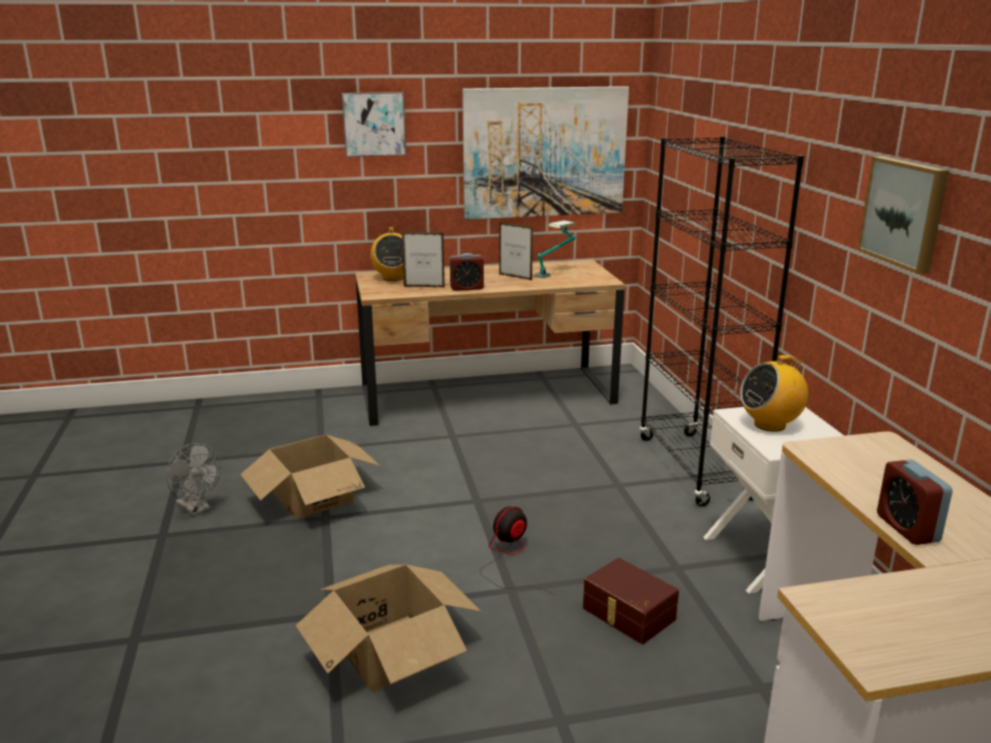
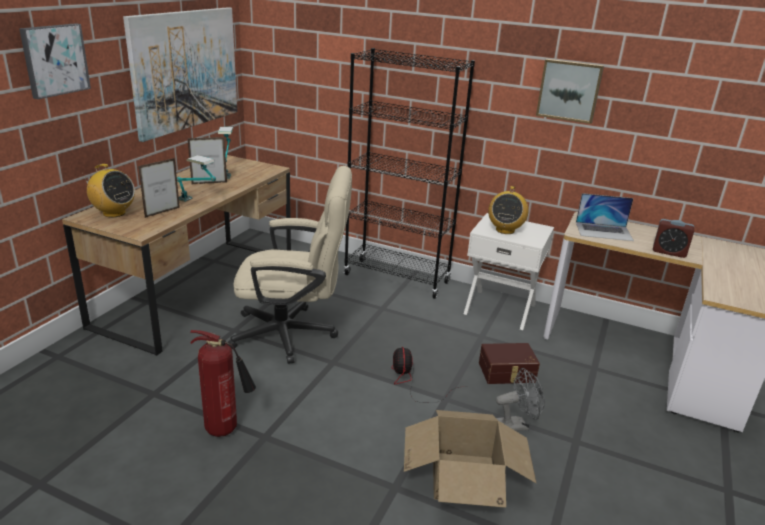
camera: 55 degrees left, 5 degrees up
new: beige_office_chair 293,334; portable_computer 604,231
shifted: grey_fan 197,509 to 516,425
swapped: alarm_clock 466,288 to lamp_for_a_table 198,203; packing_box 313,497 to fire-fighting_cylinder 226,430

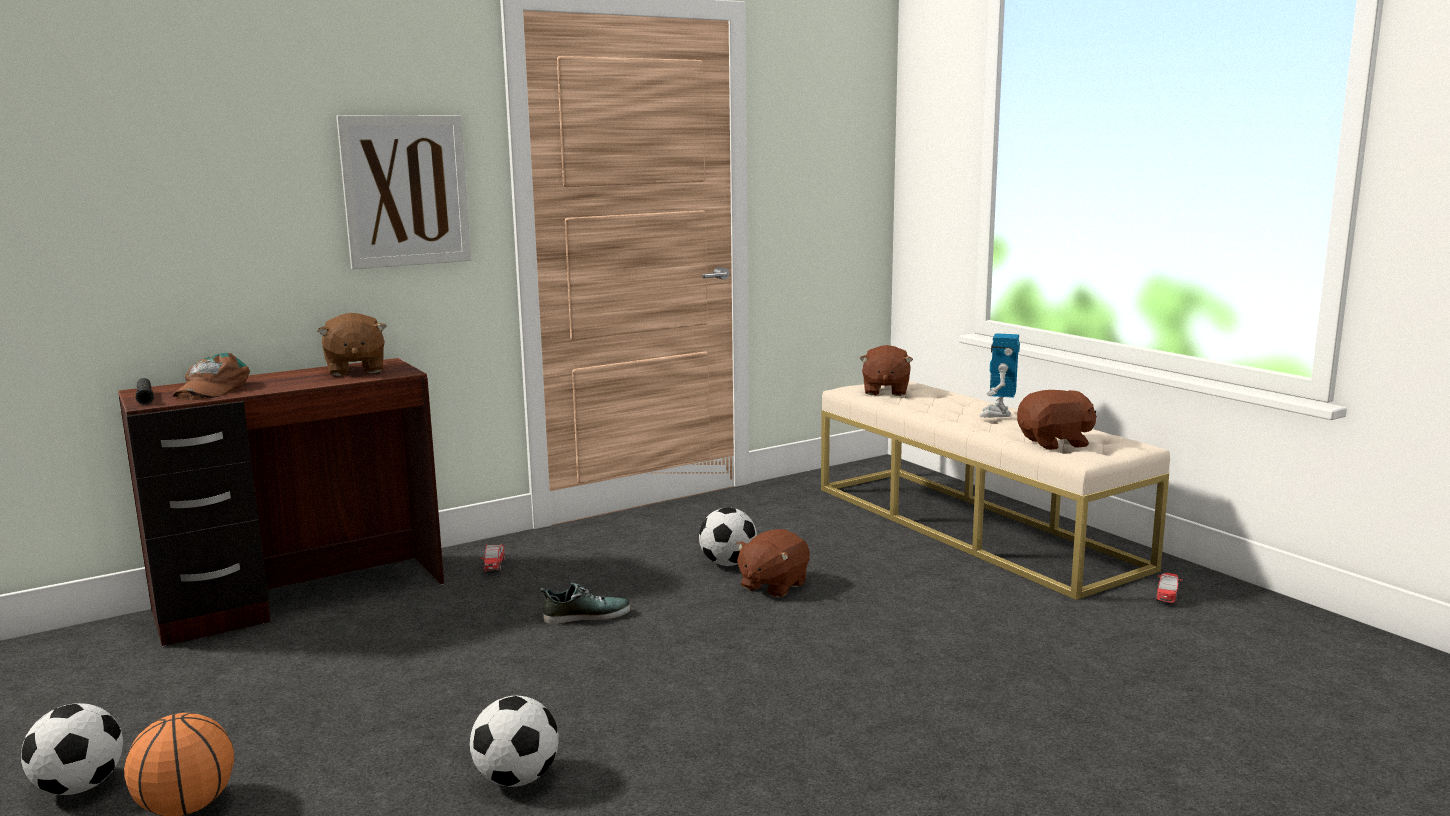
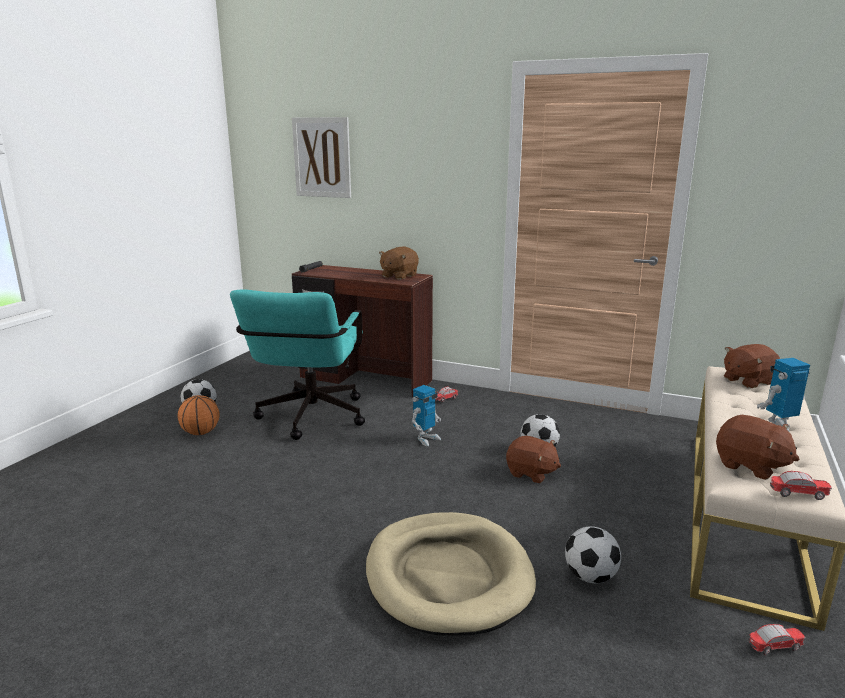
camera: 55 degrees right, 5 degrees up
gone: brownish_baseball_cap 211,389
new: blue-green_office_chair 309,420; toy_car 797,494; beige_dog_cushion 448,576
shifted: wall_art 405,191 to 322,157; ball_for_football 517,779 to 590,576
swapped: shoe 586,615 to model_robot 426,439
rotated: brownish_plush_toy 772,585 = 531,473 150 degrees counterclockwise

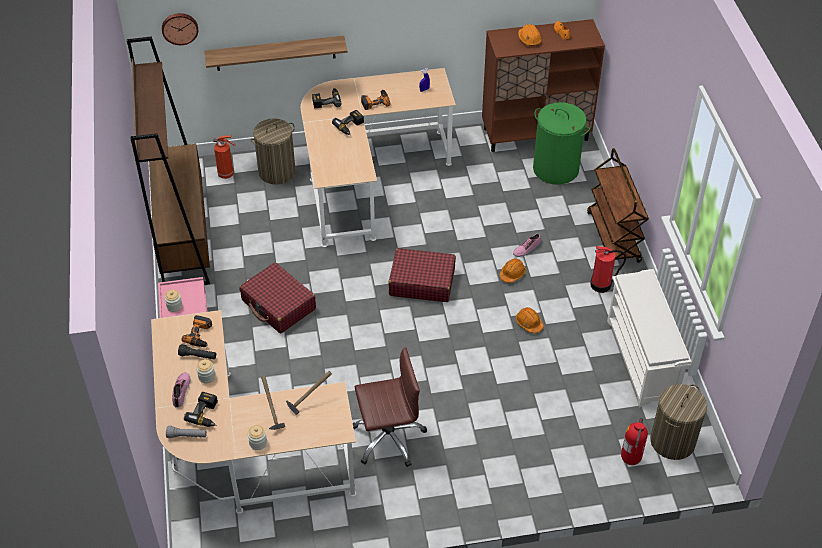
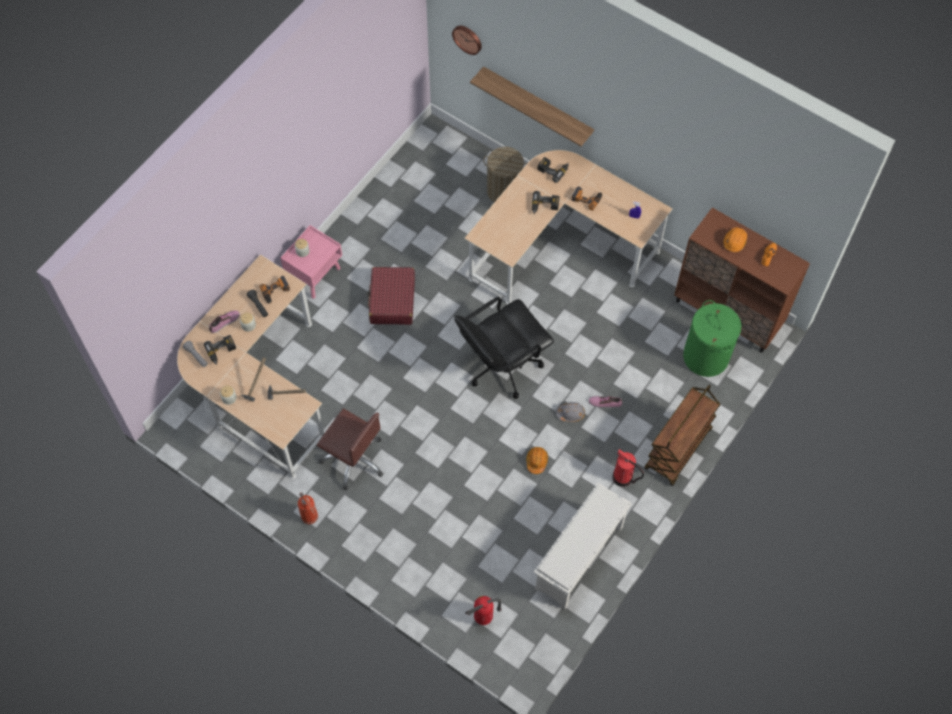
camera: 45 degrees right, 15 degrees up
gone: brownish_shelving_unit 183,235; hamper 672,441
shifted: fire-fighting_cylinder 227,174 to 310,518
swapped: red-coloured_piece_of_luggage 421,282 to blackish_office_chair 502,365
repainted: orangey_hard_hat 512,274 to grey_hard_hat 570,413

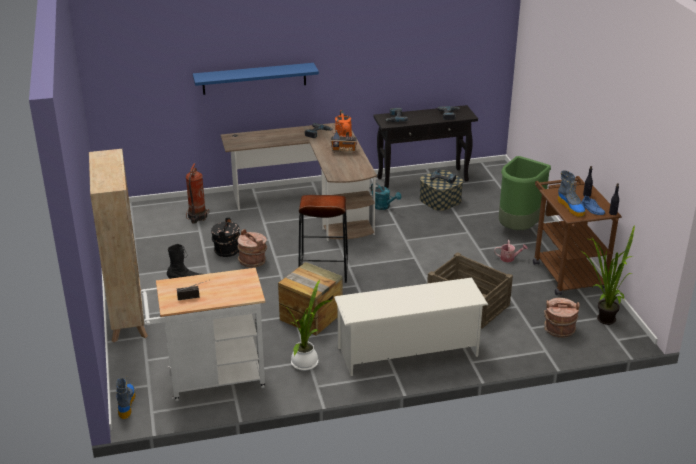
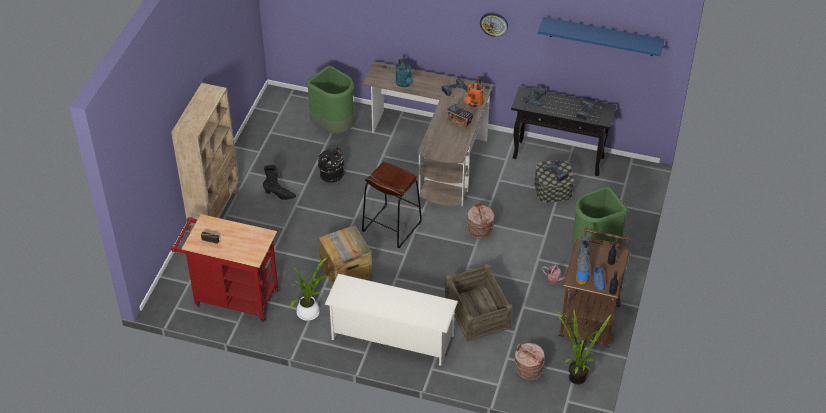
camera: 30 degrees right, 15 degrees up
gone: high-top_boot 126,403
new: hanging_clock 494,24
shifted: bluish_shelf 254,78 to 602,36; blue-green_sprinkling_can 384,207 to 404,84; brownish_pail 253,261 to 479,230
swapped: fire-fighting_cylinder 197,217 to green-coloured_rubbish_bin 334,127
repainted: whitish_cart 210,380 to red-coloured_cart 232,297

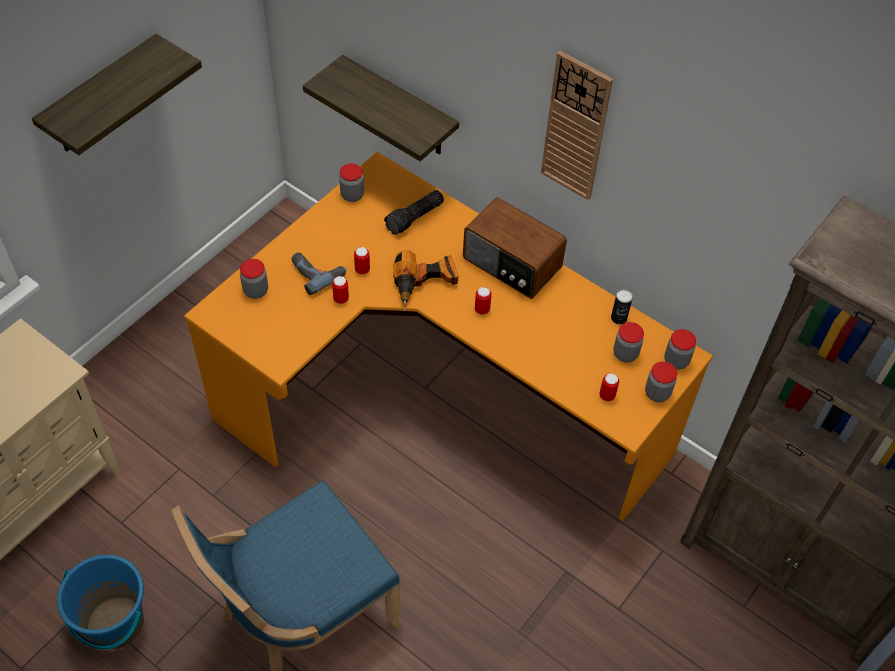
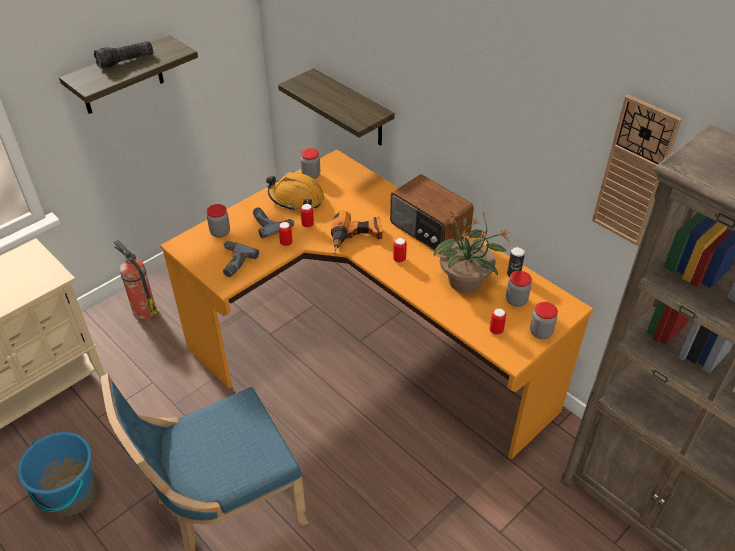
camera: 10 degrees right, 10 degrees down
gone: preserve_jar 676,361
new: orangey_hard_hat 296,198; houseplant 465,282; fire-fighting_cylinder 143,310; drill 232,262
shifted: hanging_clock 576,127 to 634,173; torch 415,218 to 125,61

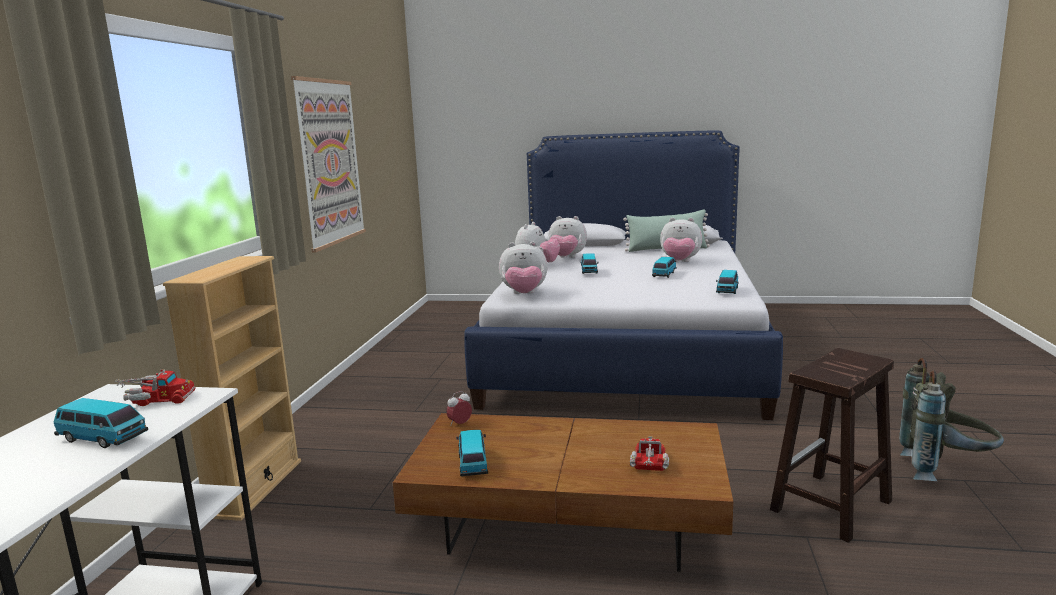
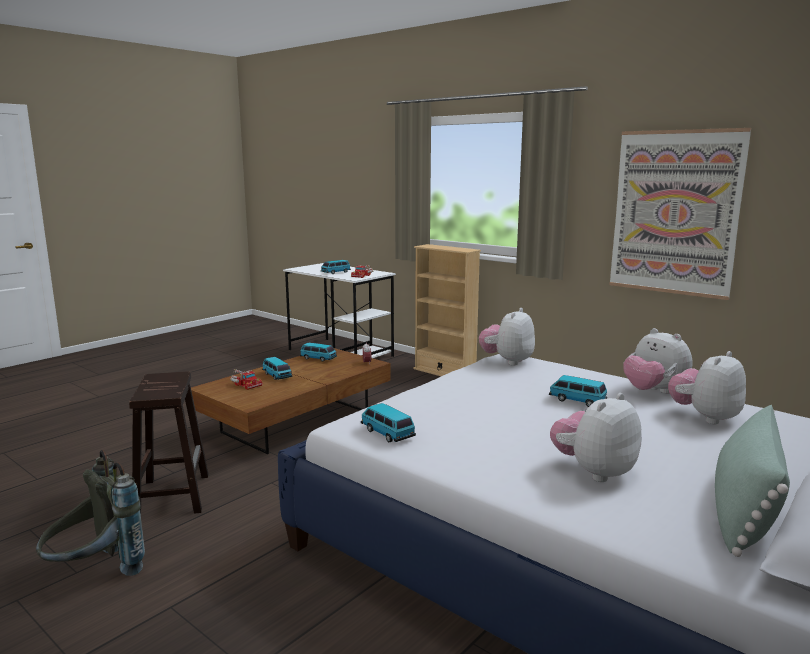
camera: 120 degrees right, 0 degrees up
shifted: toy_car 664,274 to 277,376

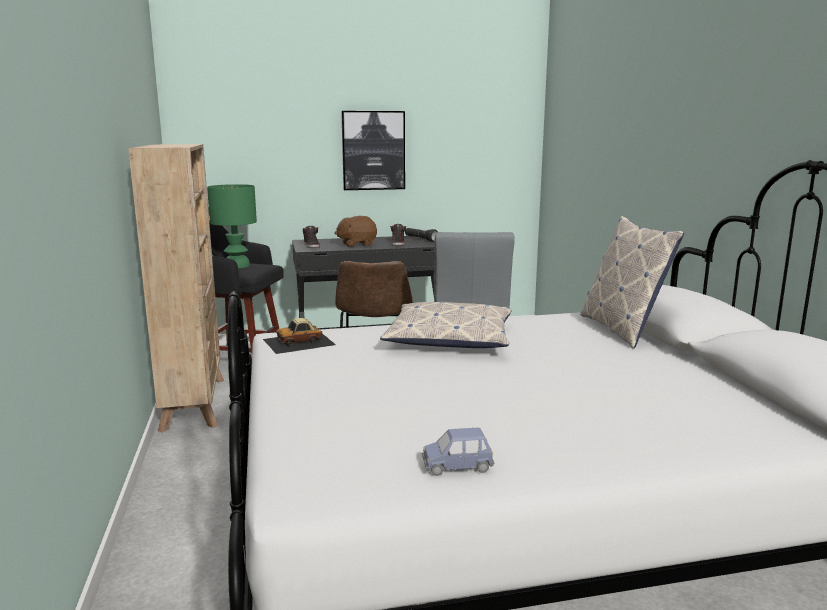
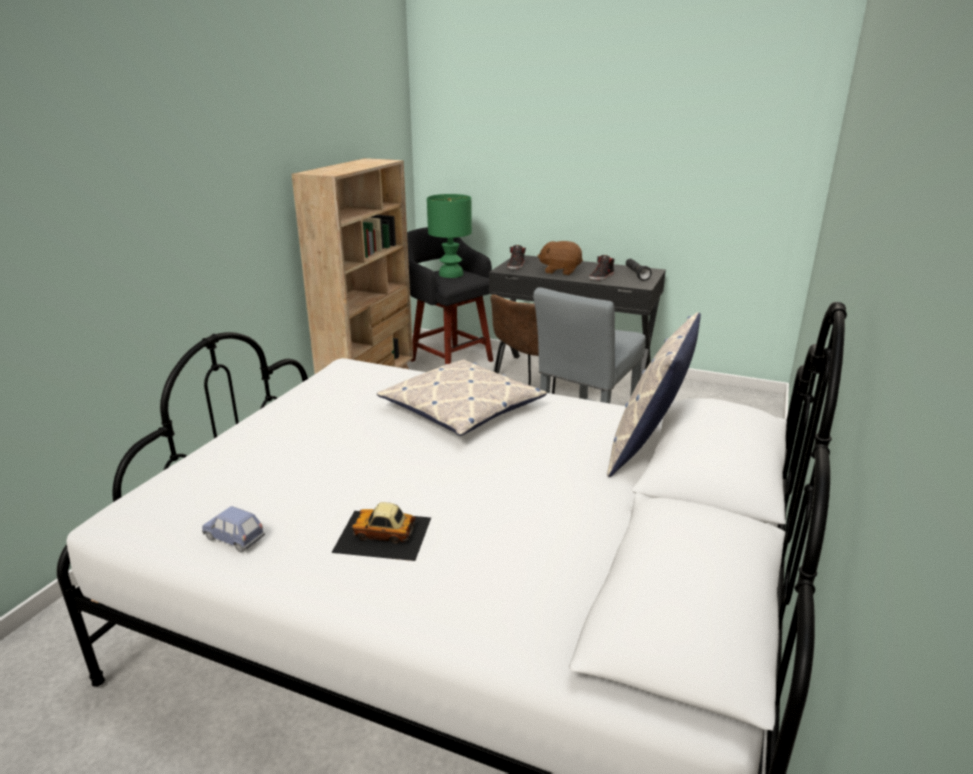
camera: 35 degrees right, 10 degrees up
gone: wall_art 373,150
shifted: toy_car 299,342 to 383,534

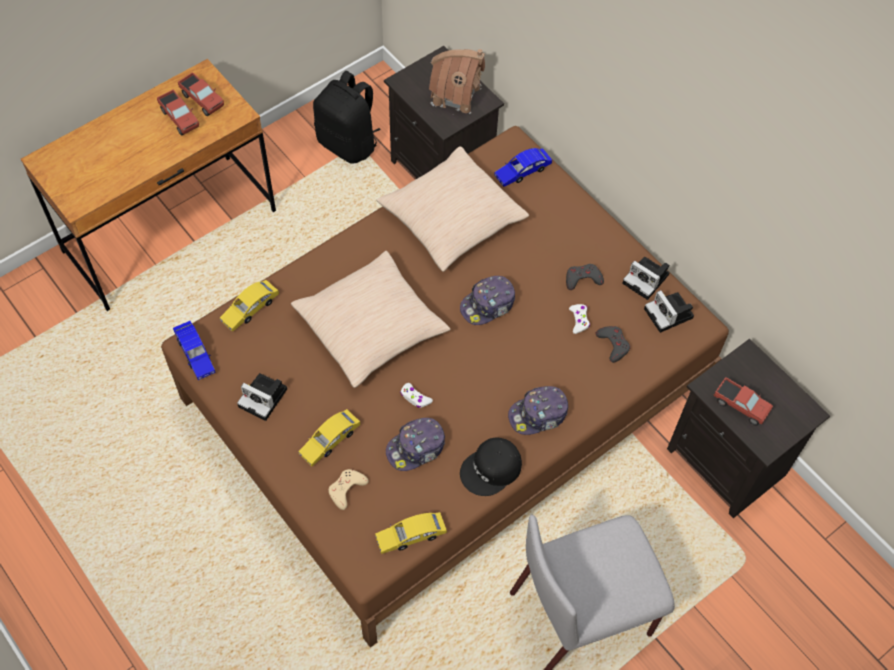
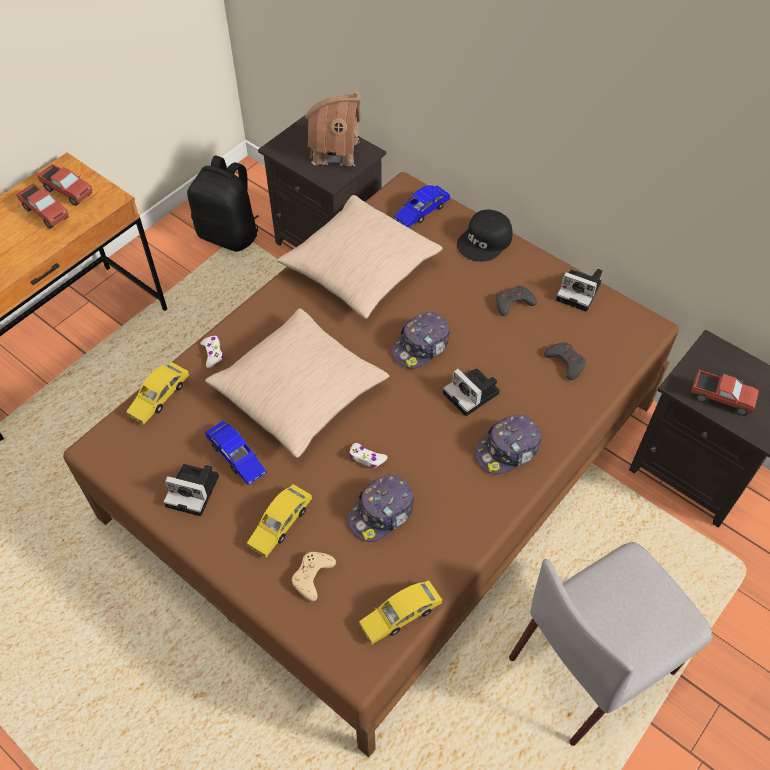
camera: 10 degrees left, 5 degrees down
shifted: still_camera 670,314 to 473,394; whitish_game_controller 579,320 to 213,353; bluish_toy_car 195,353 to 236,457; blackish_baseball_cap 491,469 to 485,241

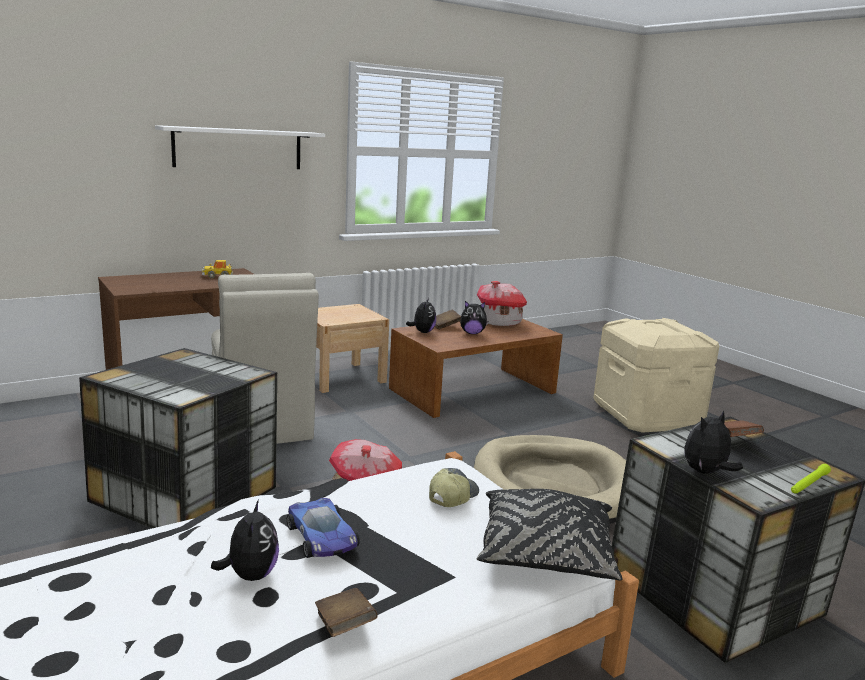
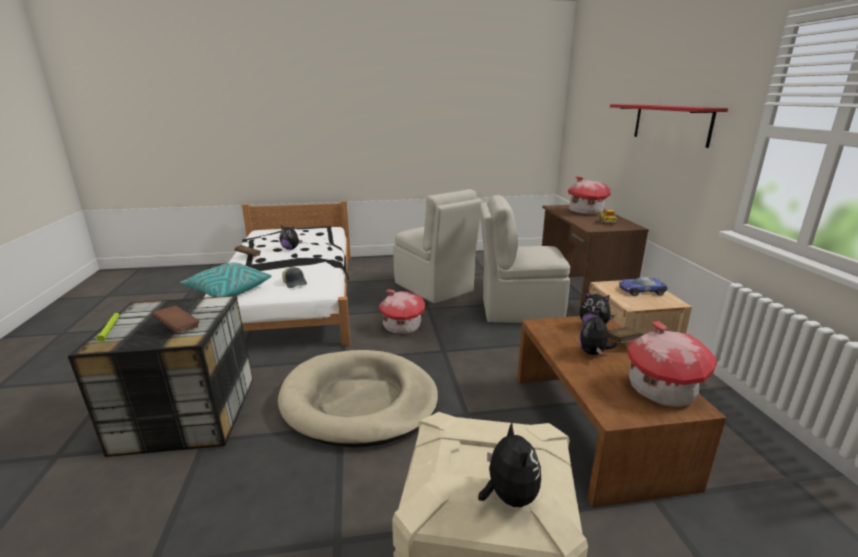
camera: 115 degrees right, 5 degrees up
new: toy_house 585,211
shifted: plush_toy 706,472 to 508,496; toy_car 322,537 to 640,290
swapped: storage_box 187,495 to beige_chair 434,288
repainted: whitish_shelf 238,148 to red-coloured_shelf 671,123; blackish_pillow 546,554 to blue-green_pillow 228,290

